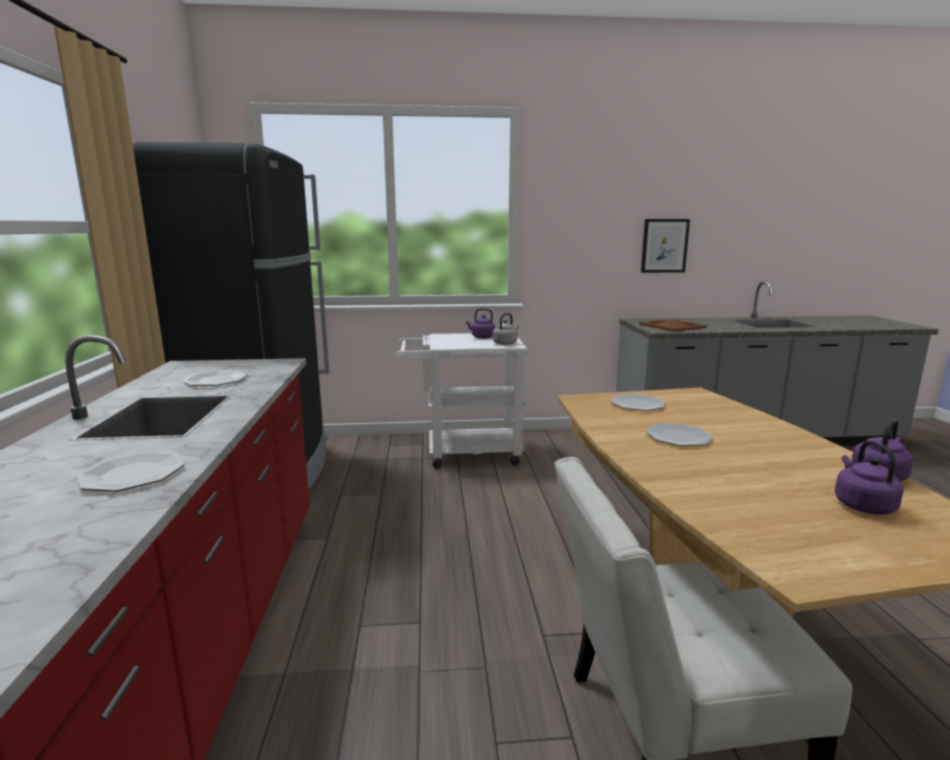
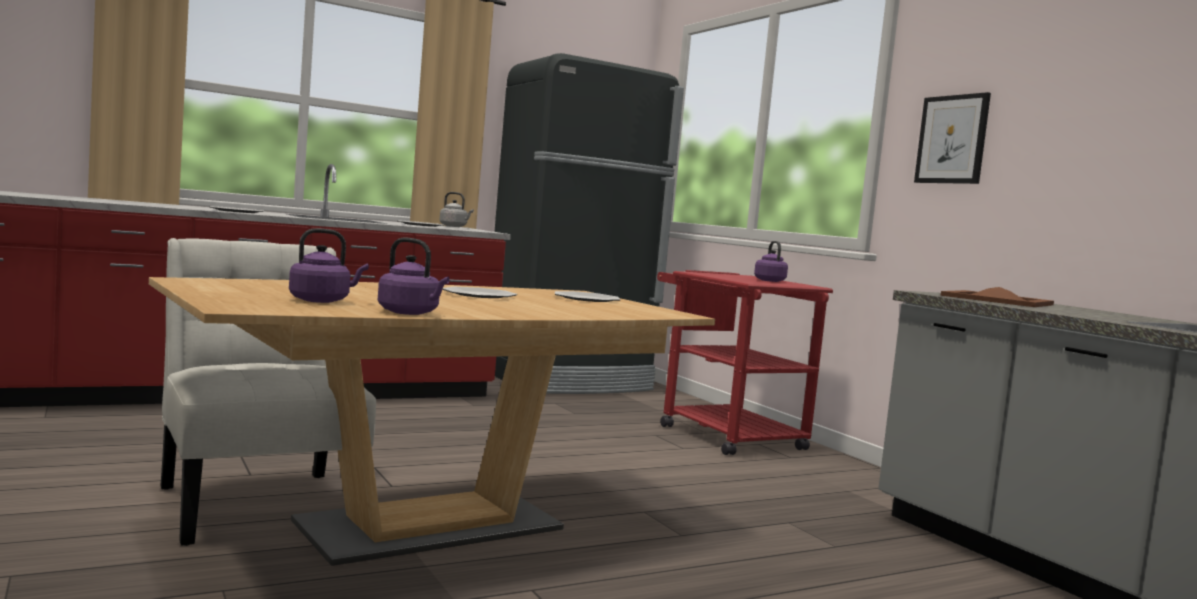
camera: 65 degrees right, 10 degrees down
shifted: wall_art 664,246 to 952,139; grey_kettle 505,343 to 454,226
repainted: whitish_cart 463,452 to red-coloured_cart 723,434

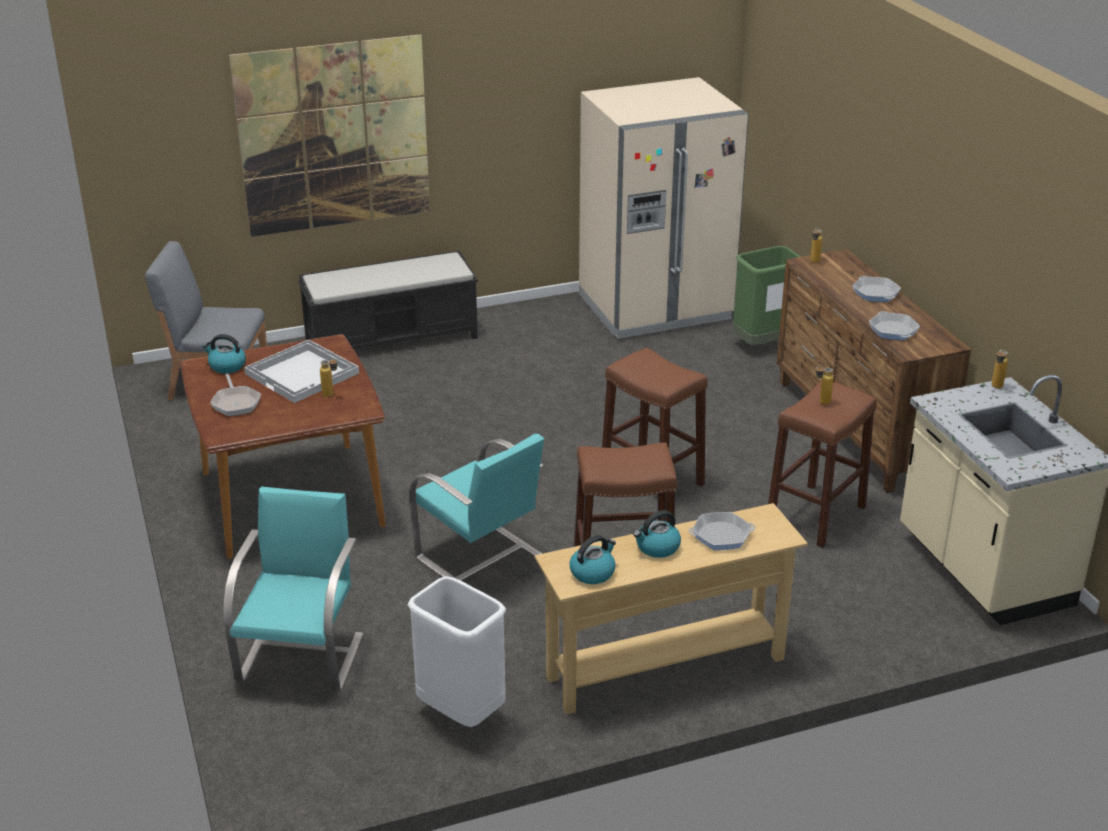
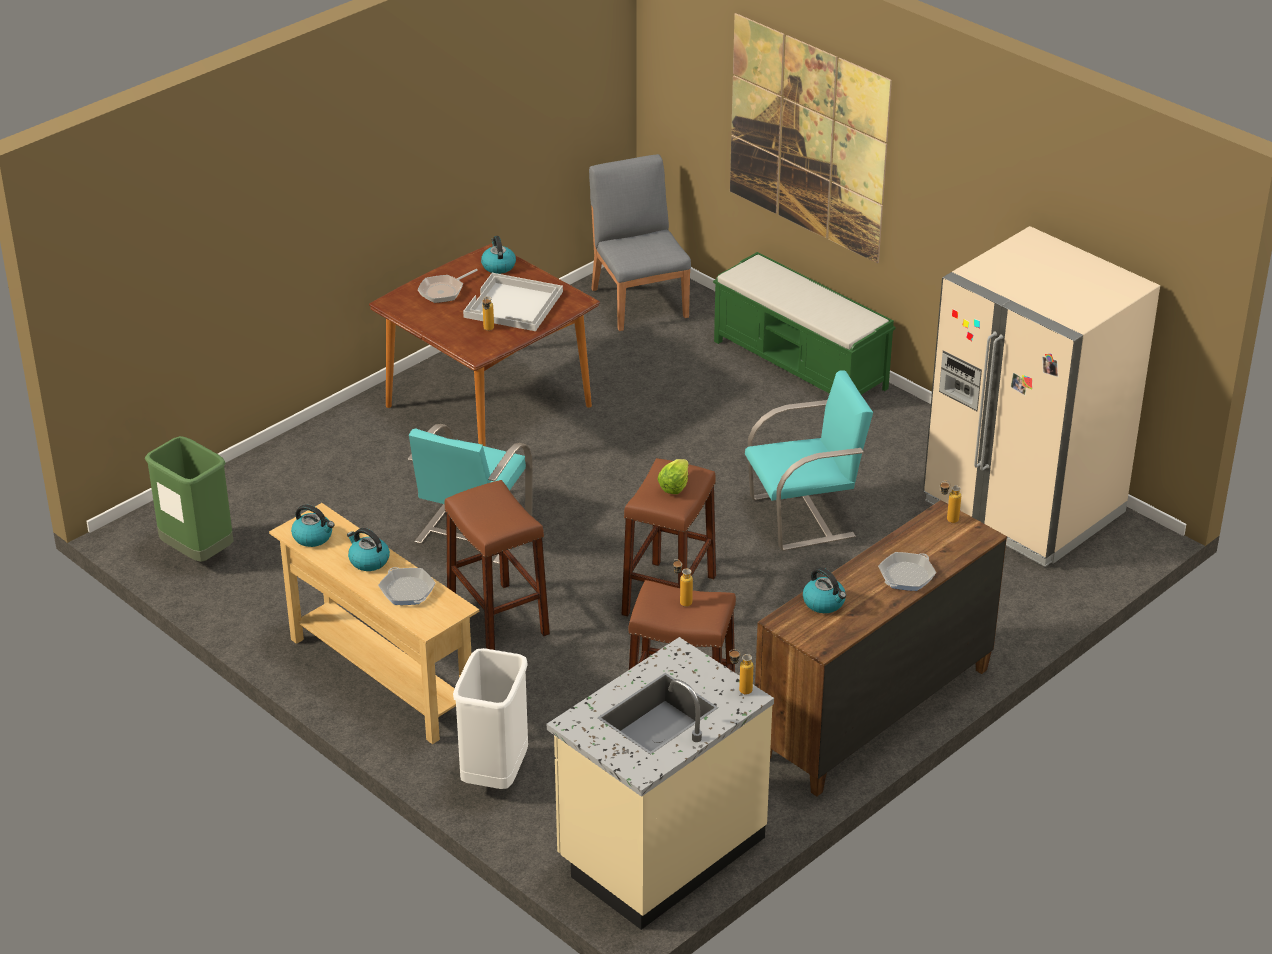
camera: 65 degrees right, 5 degrees up
new: lettuce 674,486
shifted: green-coloured_rubbish_bin 762,345 to 197,553; blue-green_chair 302,656 to 804,517; whitish_rubbish_bin 460,713 to 495,775
swapped: frying_pan 893,330 to kettle 824,603
repainted: blackish_long_seat 393,339 to green-coloured_long_seat 801,365

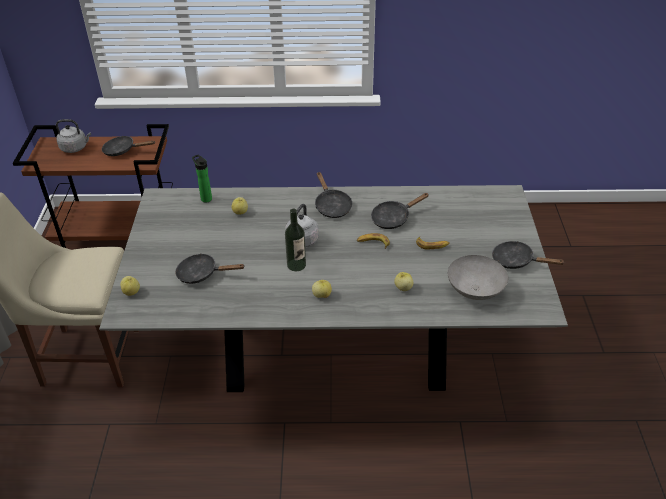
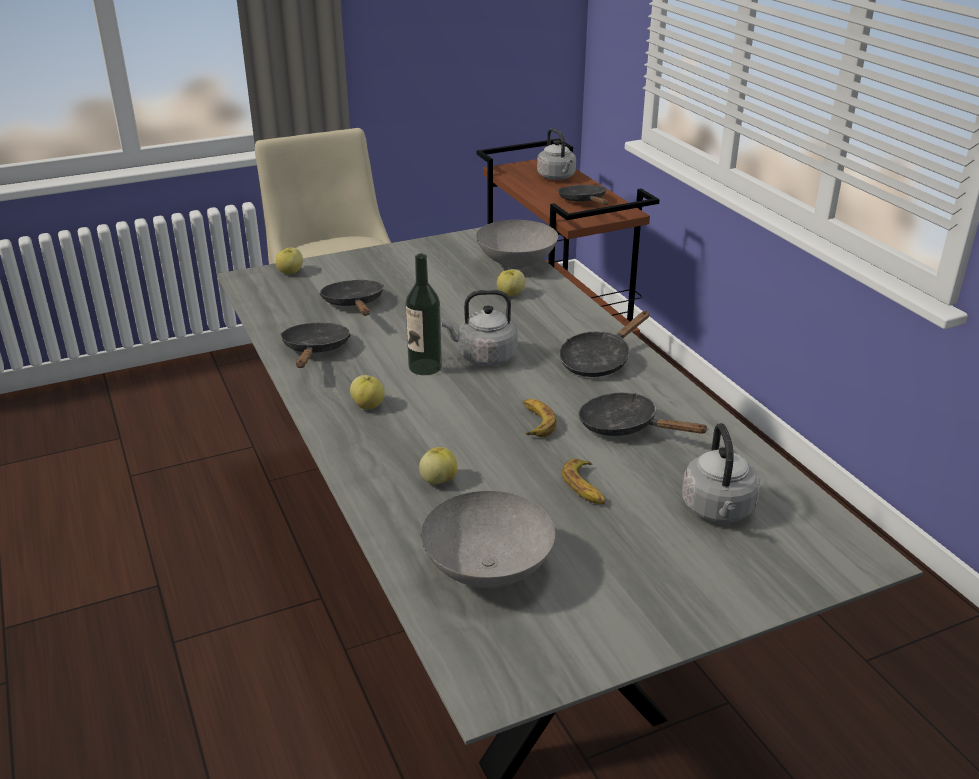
camera: 65 degrees right, 10 degrees down
new: grey_kettle 718,510
shifted: blackish_frying_pan 516,261 to 315,350
swapped: drink_bottle 205,198 to grey_serving_bowl 518,264

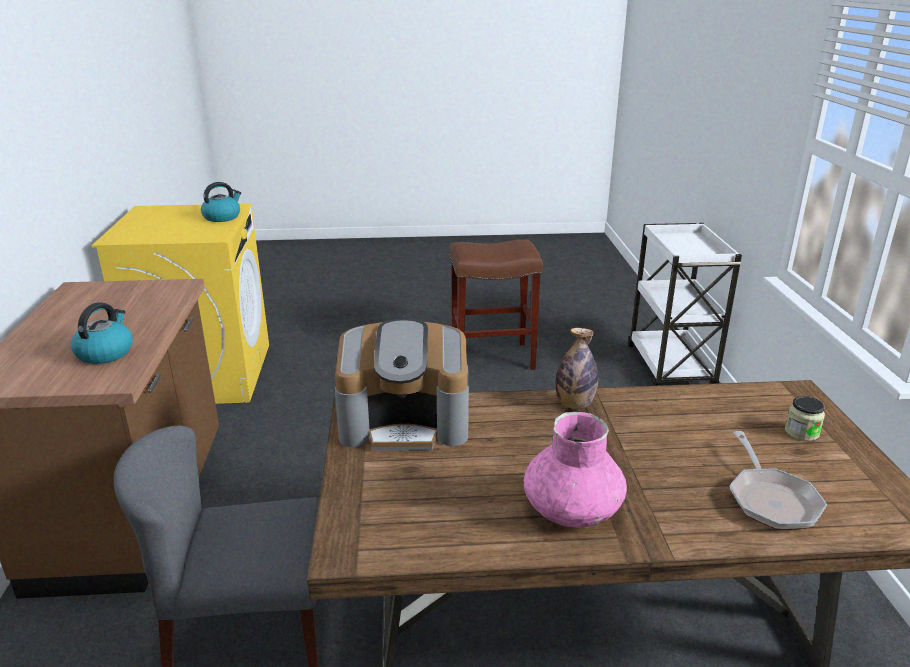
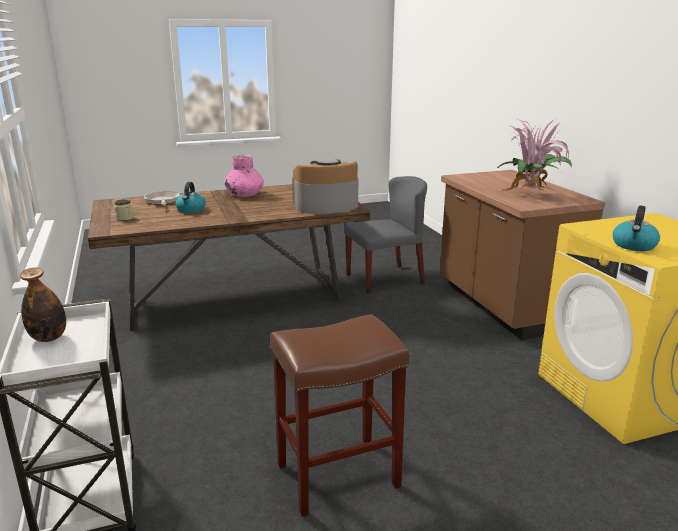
camera: 165 degrees right, 5 degrees down
new: houseplant 531,195
shifted: kettle 105,353 to 191,210; drink_bottle 574,404 to 49,338

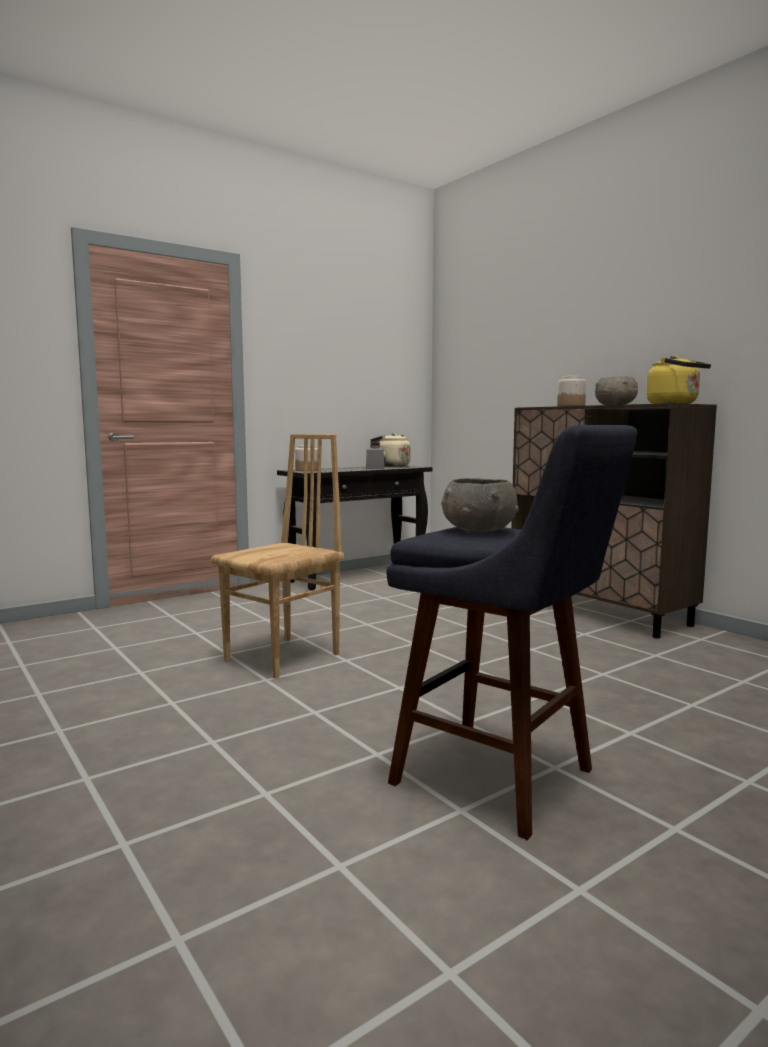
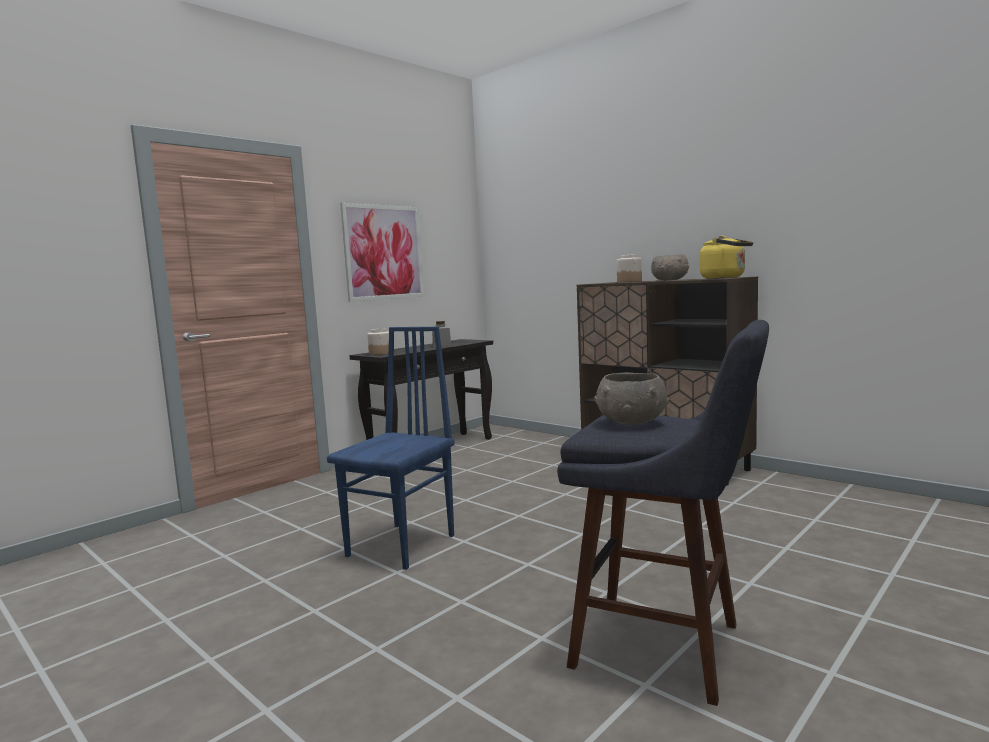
camera: 10 degrees left, 0 degrees up
gone: beige_kettle 391,466
new: wall_art 384,252
repainted: brownish_chair 284,657 to bluish_chair 403,545

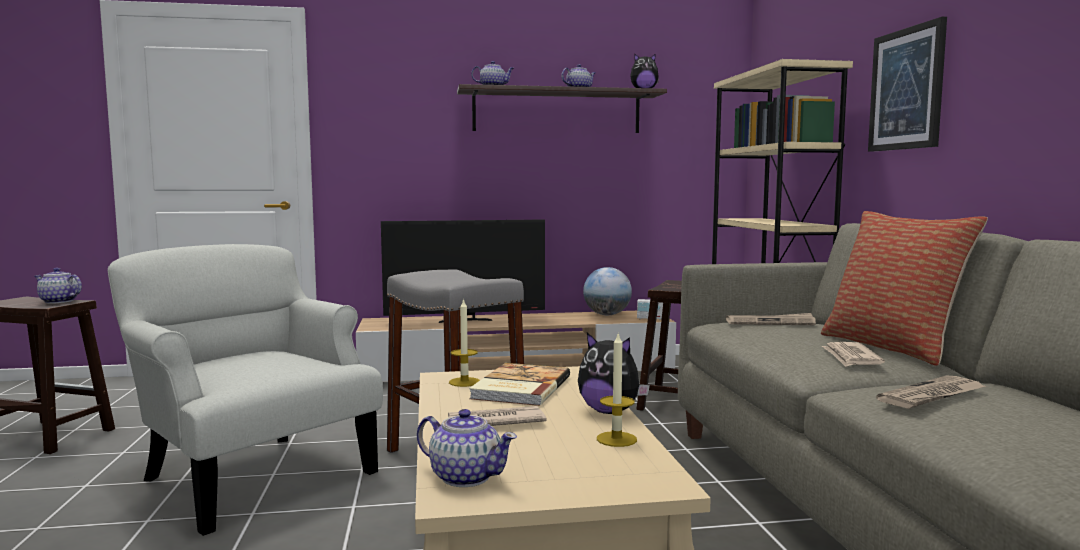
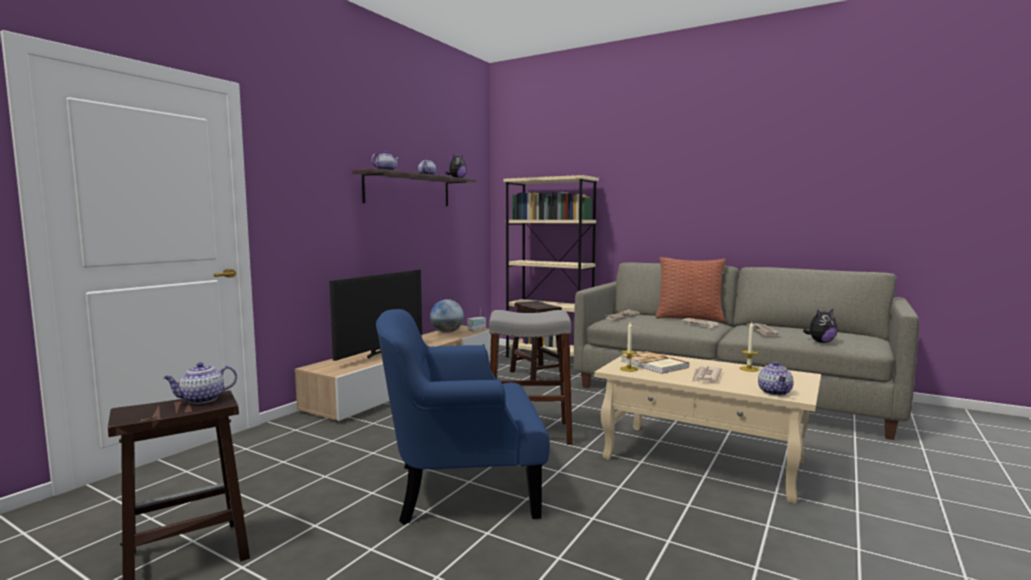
camera: 50 degrees left, 0 degrees up
gone: wall_art 907,89
shifted: plush_toy 609,411 to 820,342
repainted: whitish_easy_chair 253,475 to bluish_easy_chair 461,487
rotated: teapot 465,477 = 775,392 120 degrees clockwise

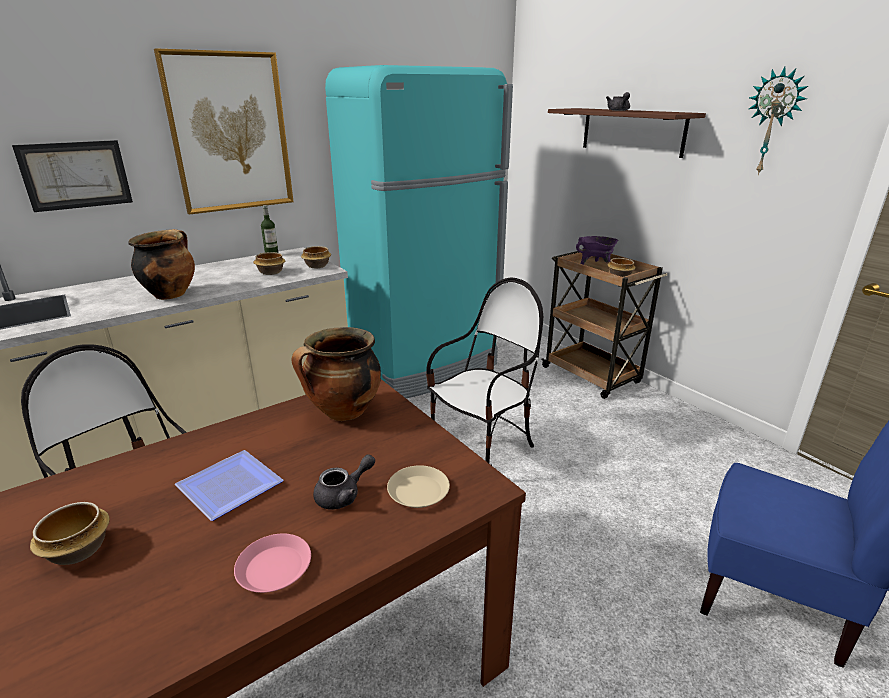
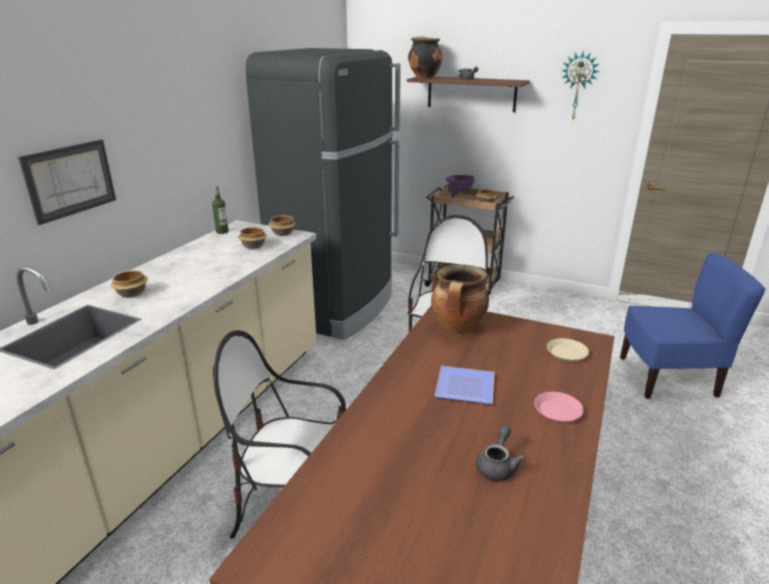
camera: 30 degrees left, 0 degrees up
gone: wall_art 230,133
shifted: cooking_pot 171,294 to 424,77; grey_teapot 344,495 to 497,465; serving_bowl 78,551 to 132,294
repainted: blue-green_kitchen_fridge 424,365 to blackish_kitchen_fridge 336,308

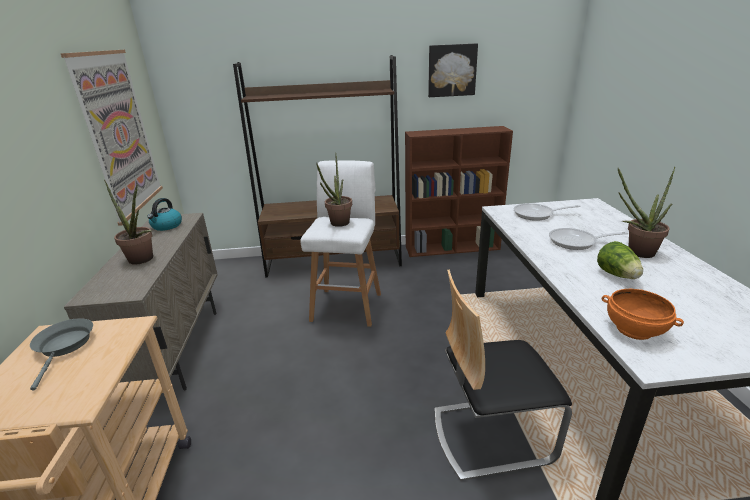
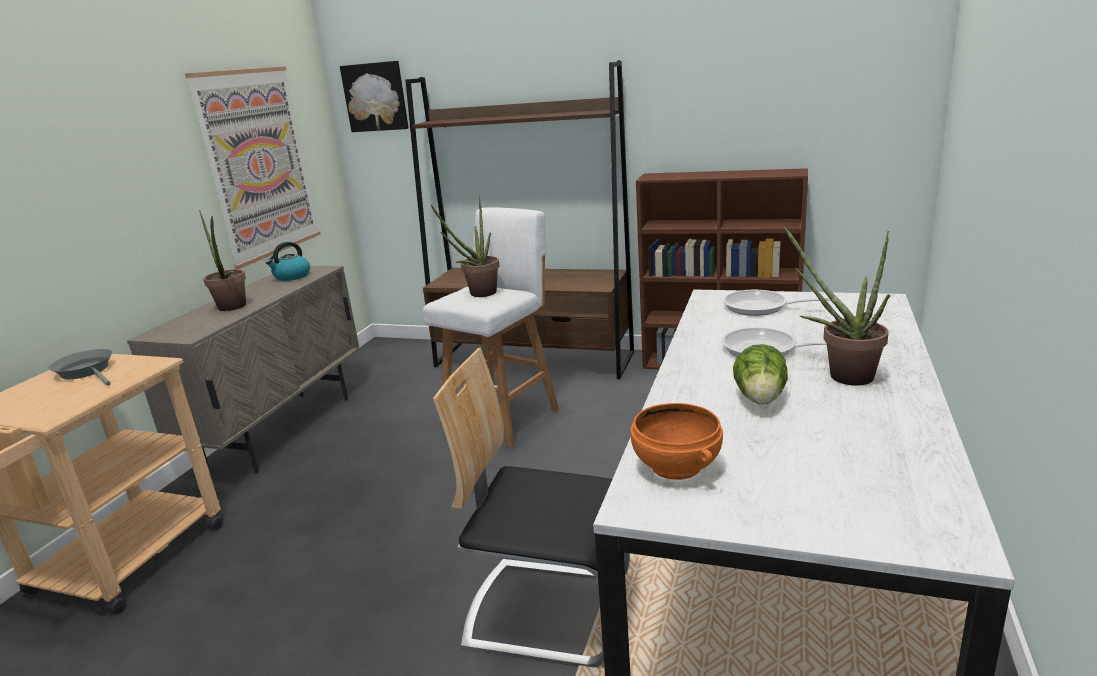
camera: 25 degrees right, 5 degrees down
shifted: wall_art 451,70 to 376,97
rotated: grey_frying_pan 64,347 = 87,371 60 degrees counterclockwise

